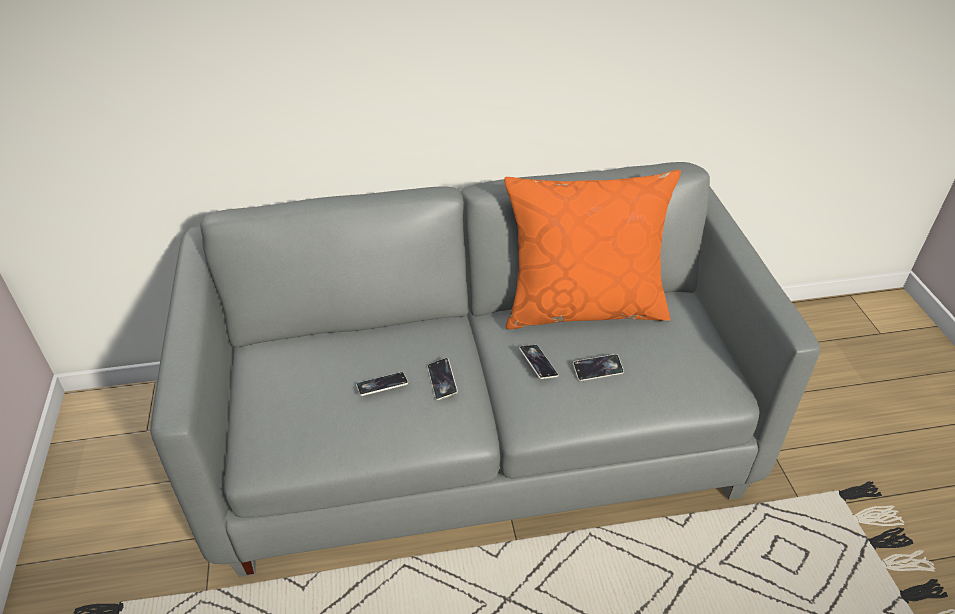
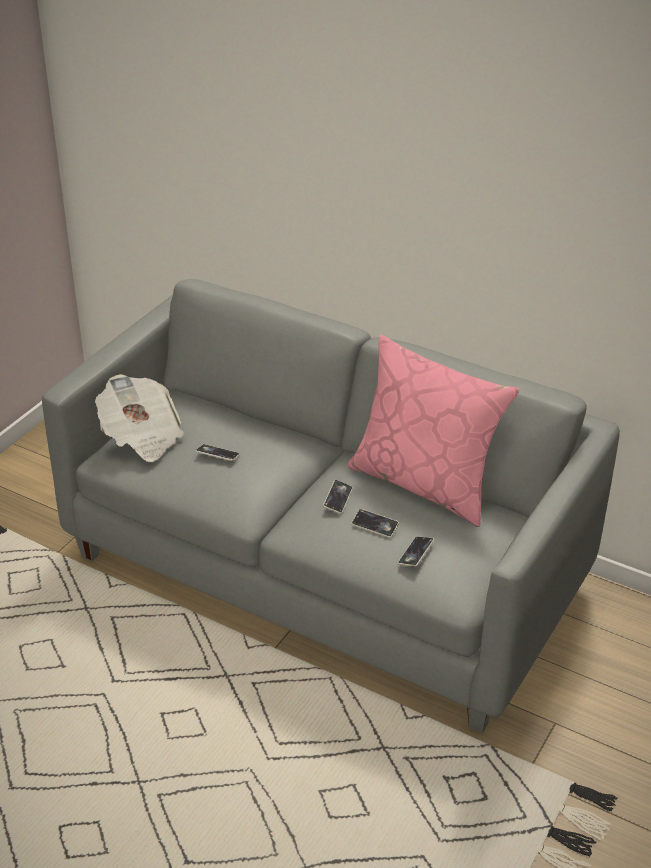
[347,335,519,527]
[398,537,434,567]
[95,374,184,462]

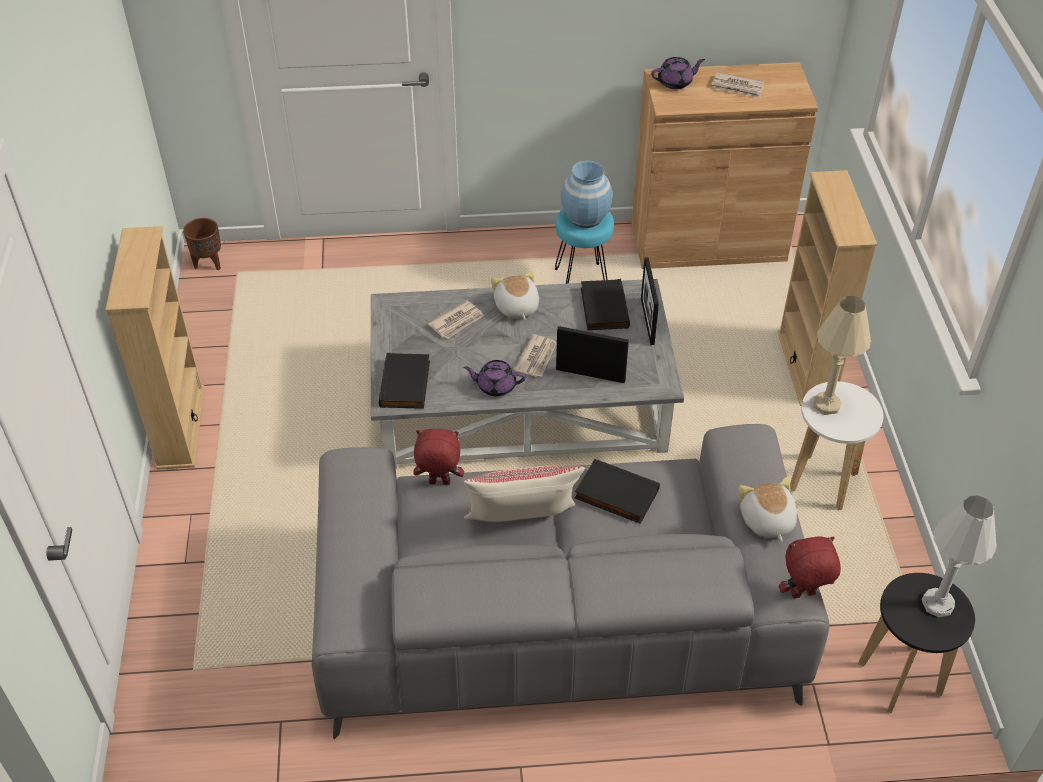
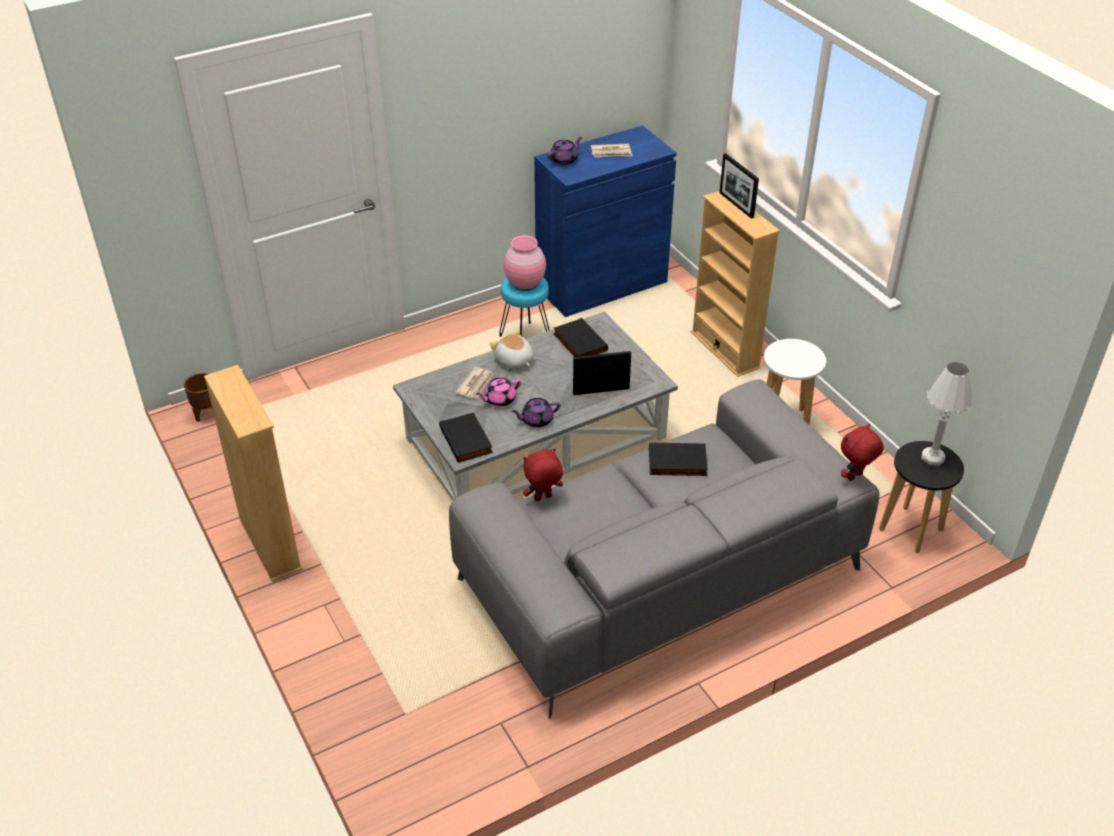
[534,125,677,317]
[503,235,546,291]
[719,153,759,219]
[813,296,871,415] (first image)
[513,334,557,377] (first image)
[464,466,585,522] (first image)
[738,477,797,542] (first image)
[477,378,521,407]

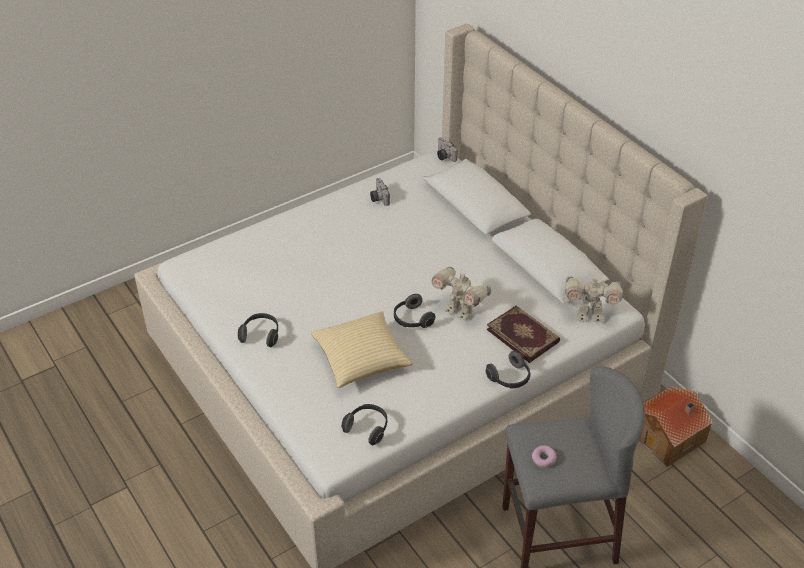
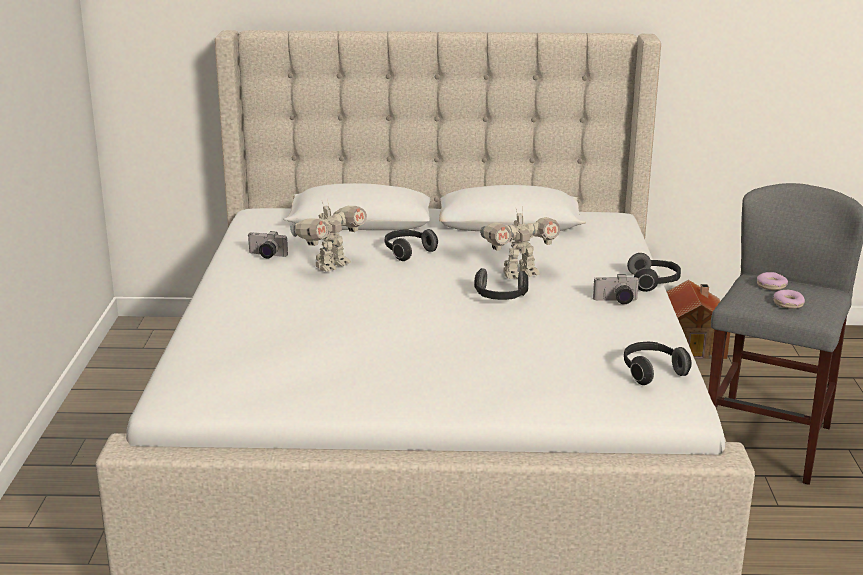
[593,274,639,304]
[290,198,367,272]
[486,305,560,363] (first image)
[311,311,413,388] (first image)
[385,229,438,261]
[757,272,788,290]

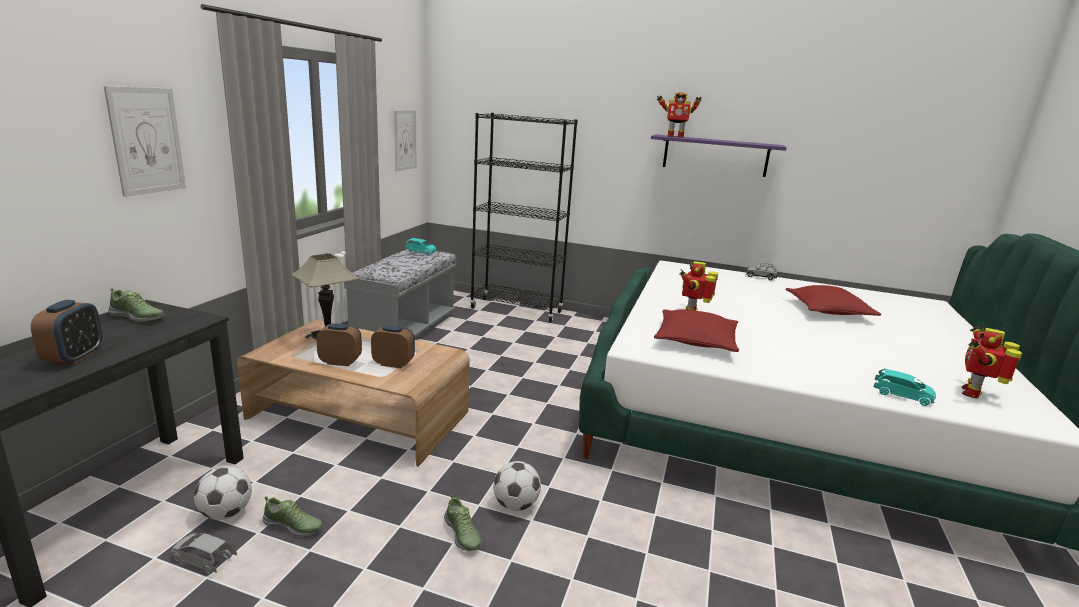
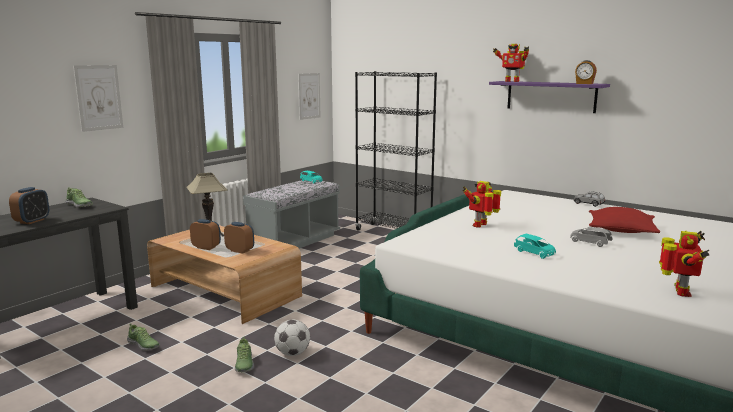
[654,309,739,352] (first image)
[659,231,709,297]
[514,234,556,259]
[194,466,252,520] (first image)
[570,227,612,247]
[575,60,597,84]

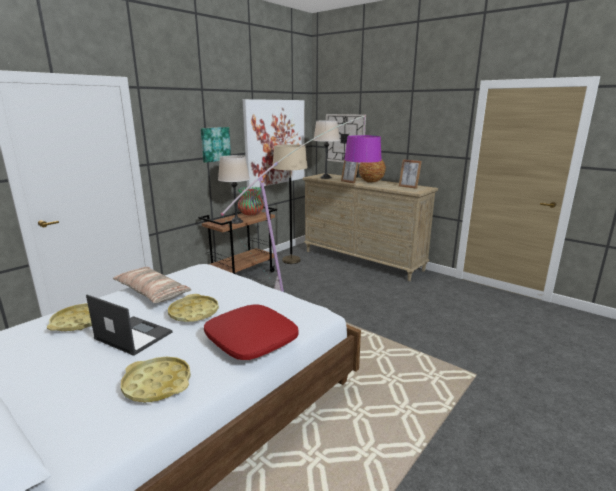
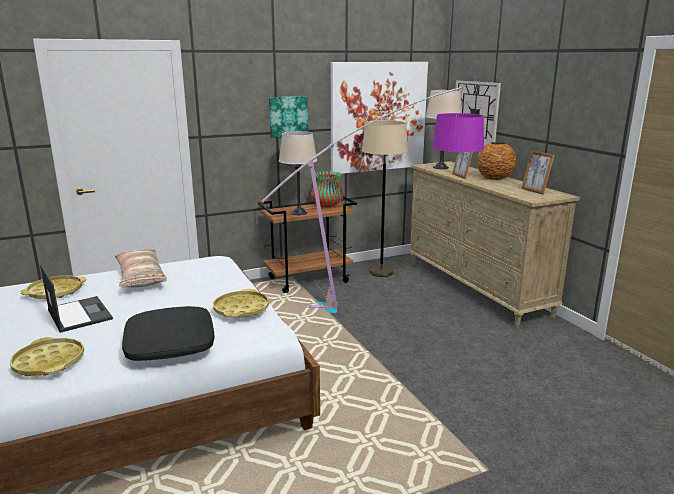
[213,289,269,318]
[122,306,215,361]

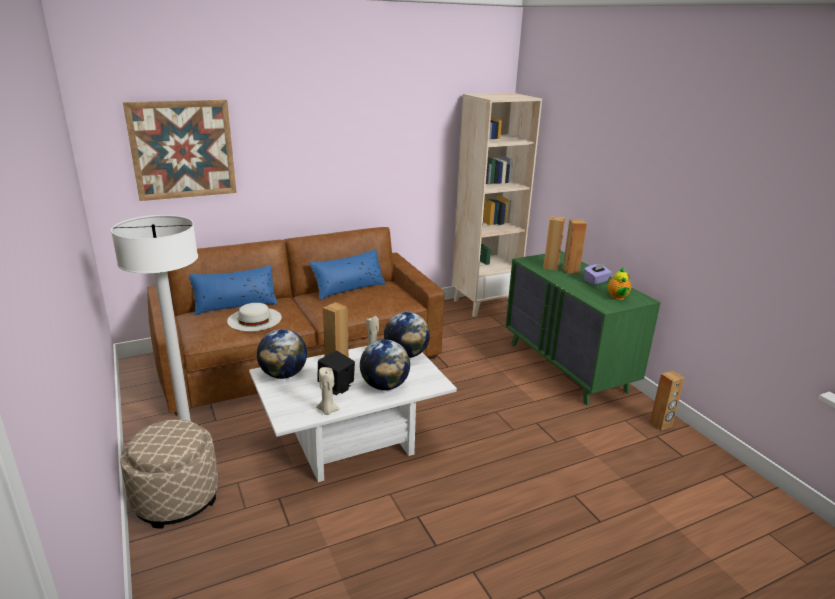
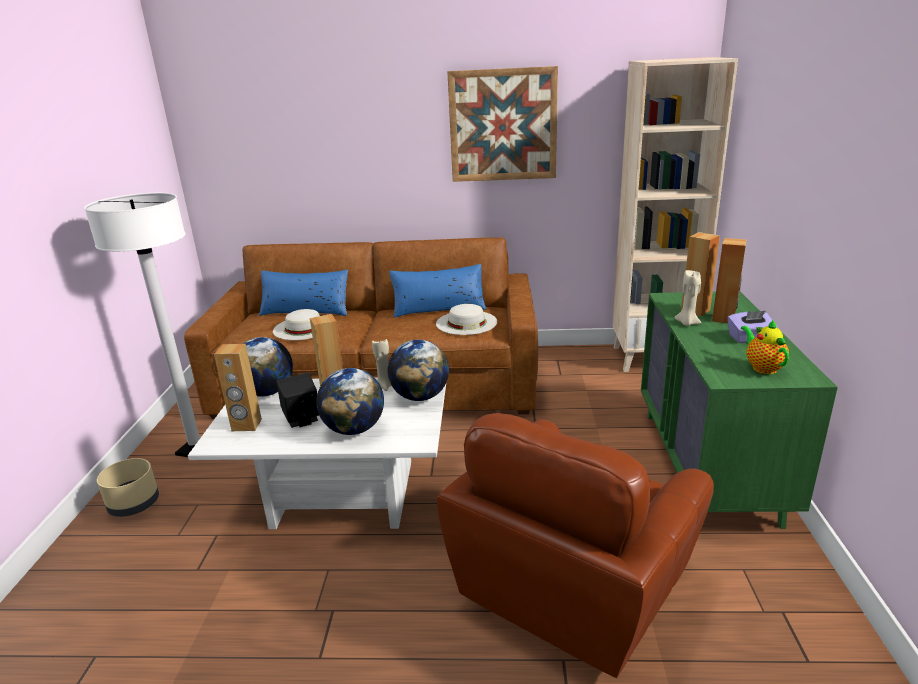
[447,66,558,182]
[741,319,789,374]
[675,270,702,326]
[214,344,262,431]
[97,458,159,517]
[436,304,497,335]
[437,413,714,678]

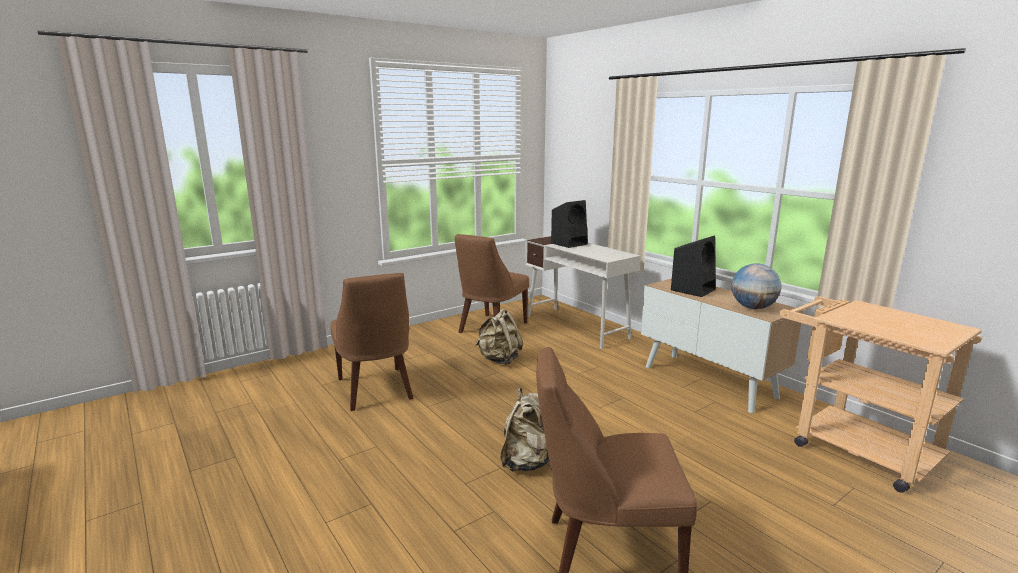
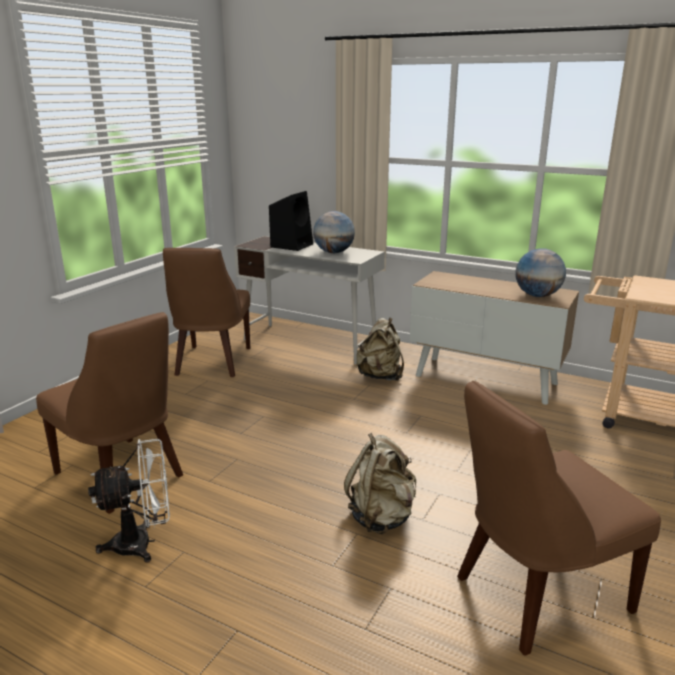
[671,235,716,297] (first image)
[356,318,404,381]
[313,211,355,253]
[88,439,170,562]

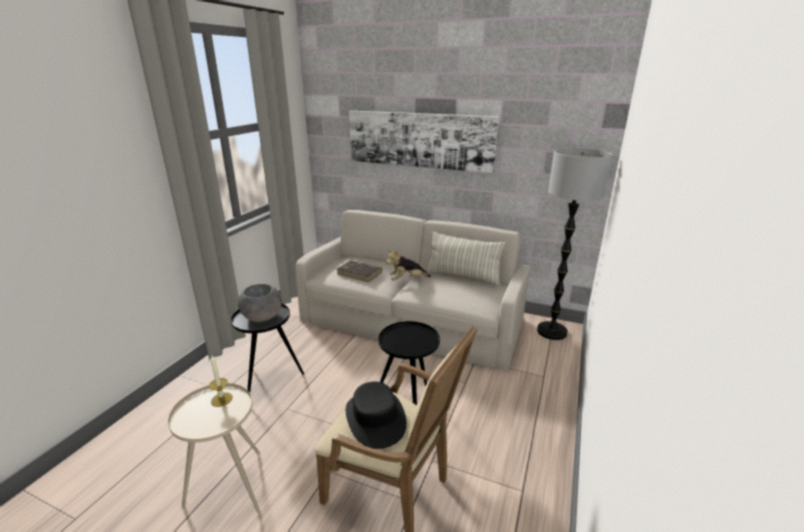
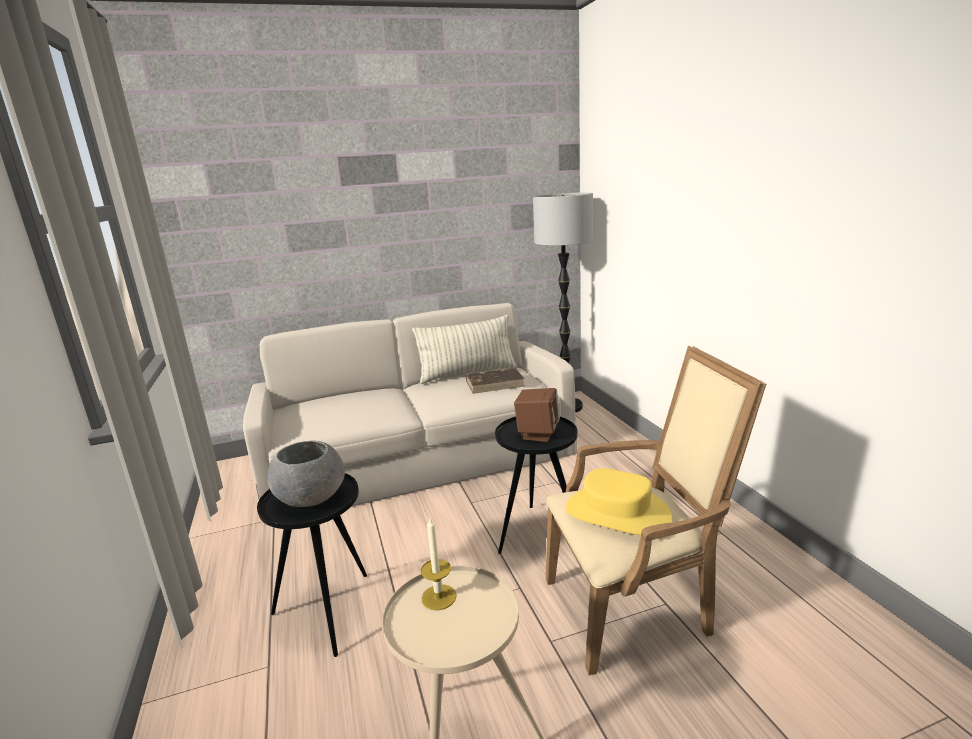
[349,111,499,173] (first image)
[386,249,431,281] (first image)
[466,368,525,394]
[566,468,673,535]
[514,388,560,442]

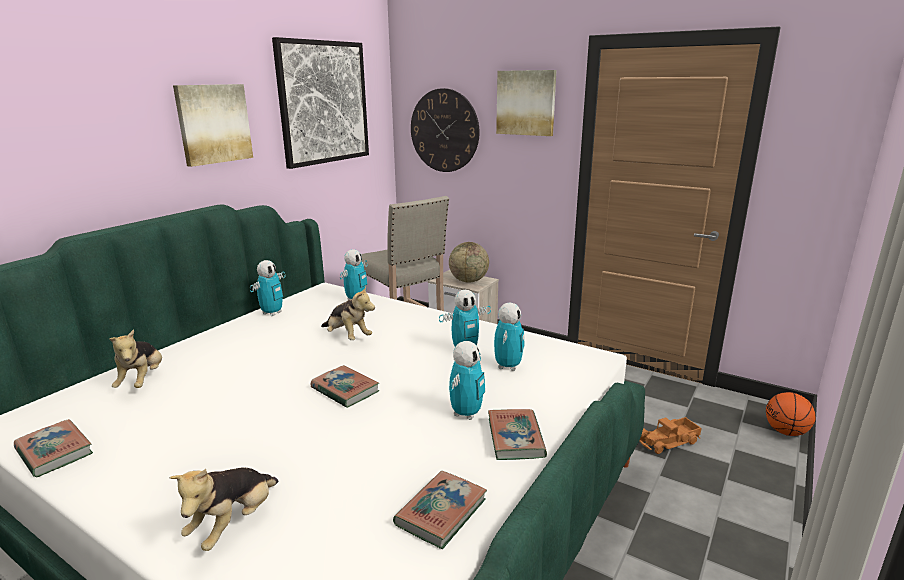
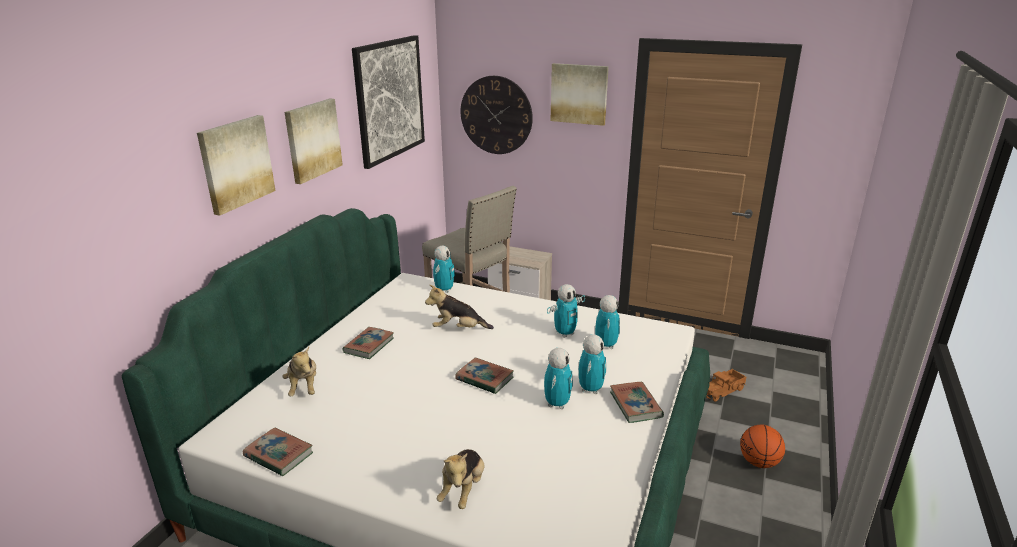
[449,242,489,283] (first image)
[544,348,573,409]
[425,285,494,329]
[740,425,785,468]
[342,327,394,359]
[197,115,276,216]

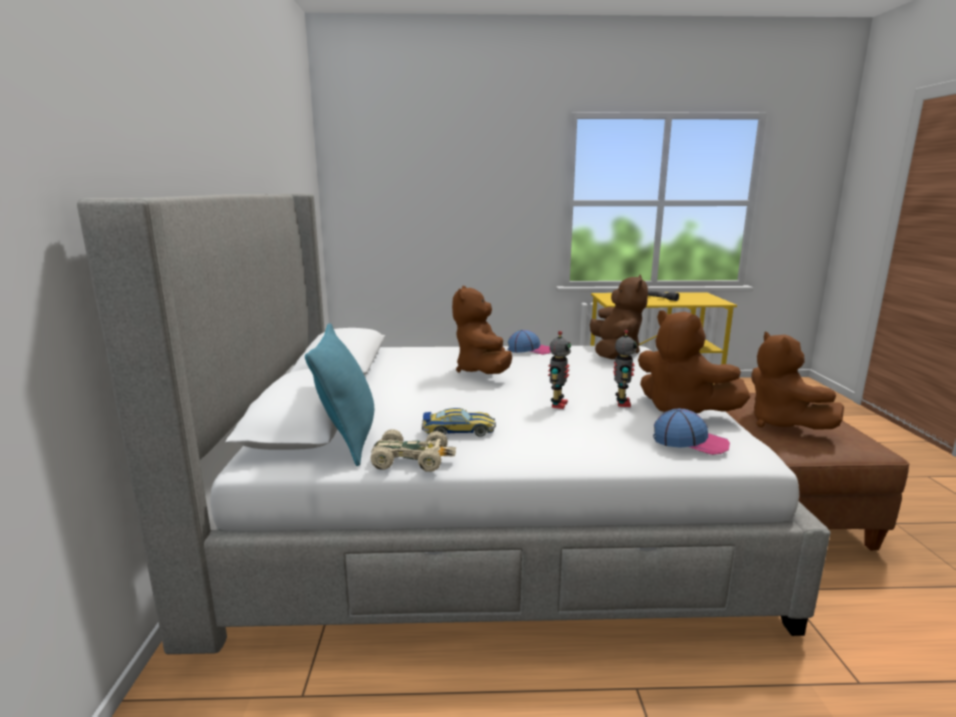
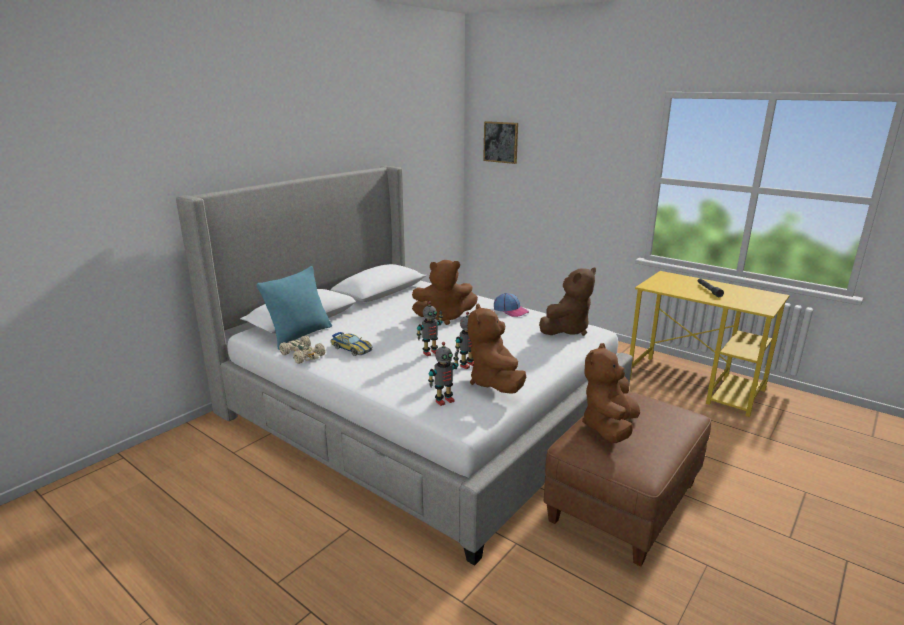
[412,260,478,325]
[428,342,459,406]
[483,121,518,164]

